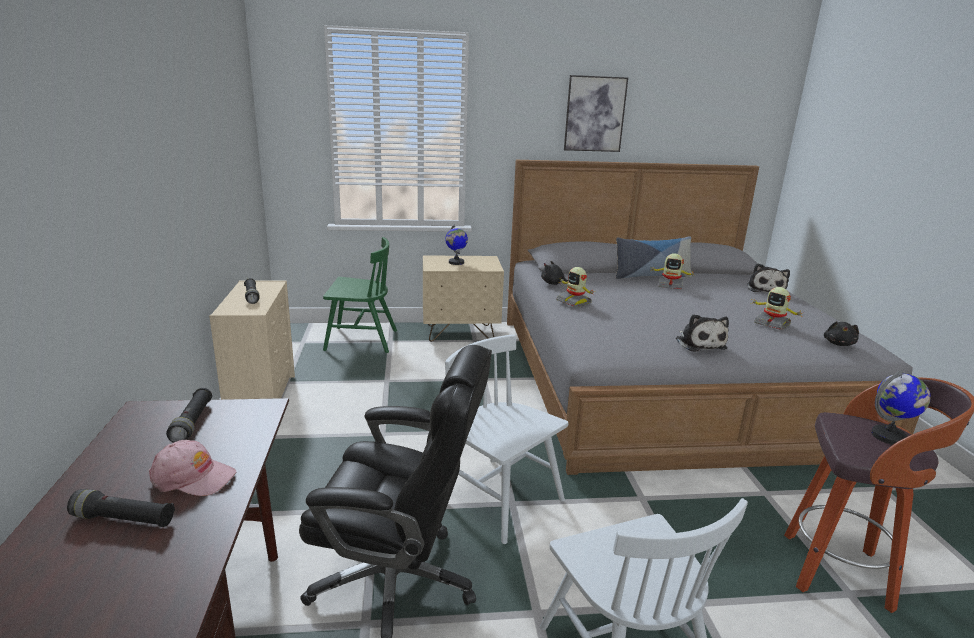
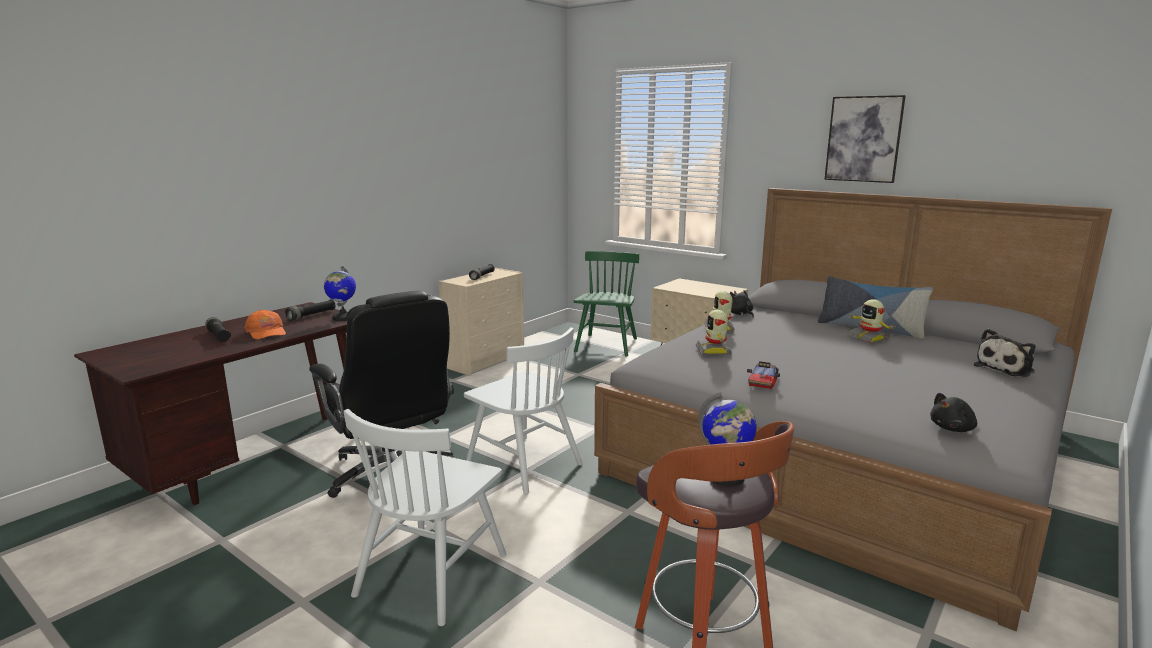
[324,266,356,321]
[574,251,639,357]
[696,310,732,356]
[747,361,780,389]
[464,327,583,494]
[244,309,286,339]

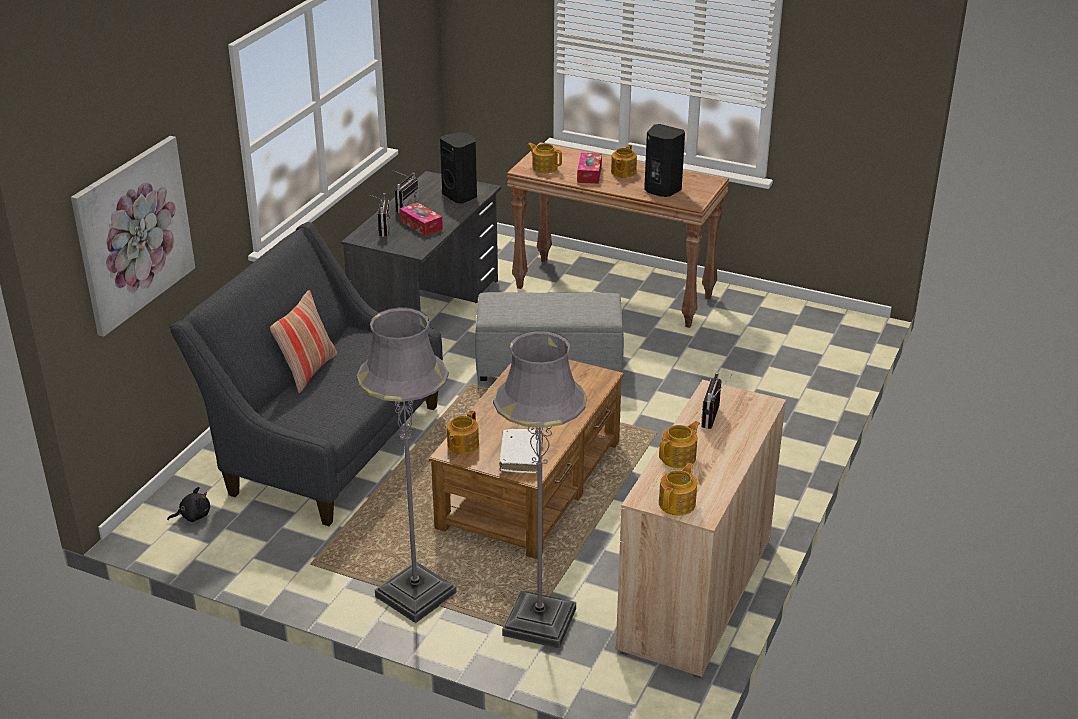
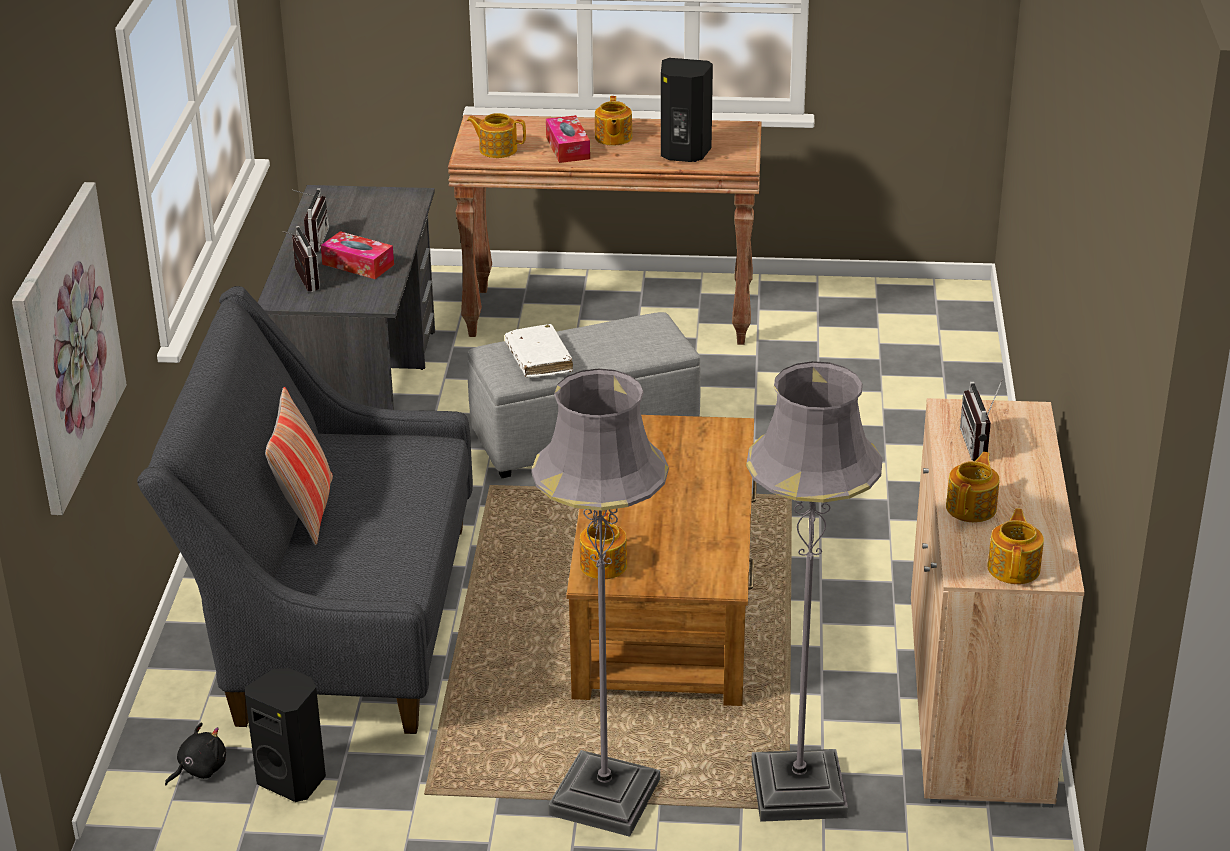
[245,668,326,802]
[505,324,573,377]

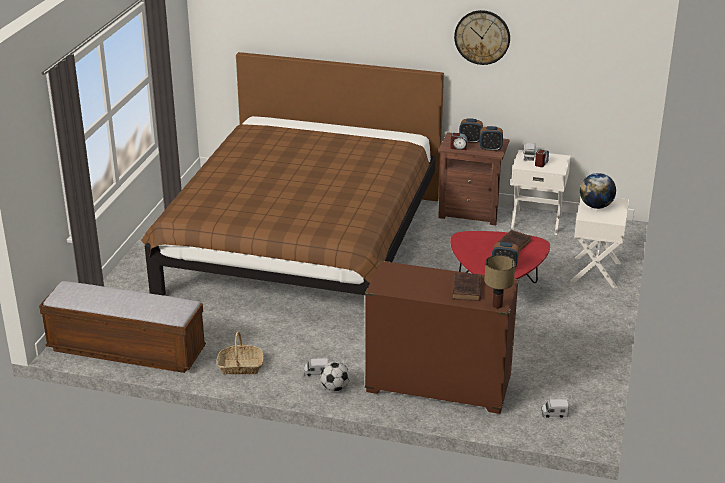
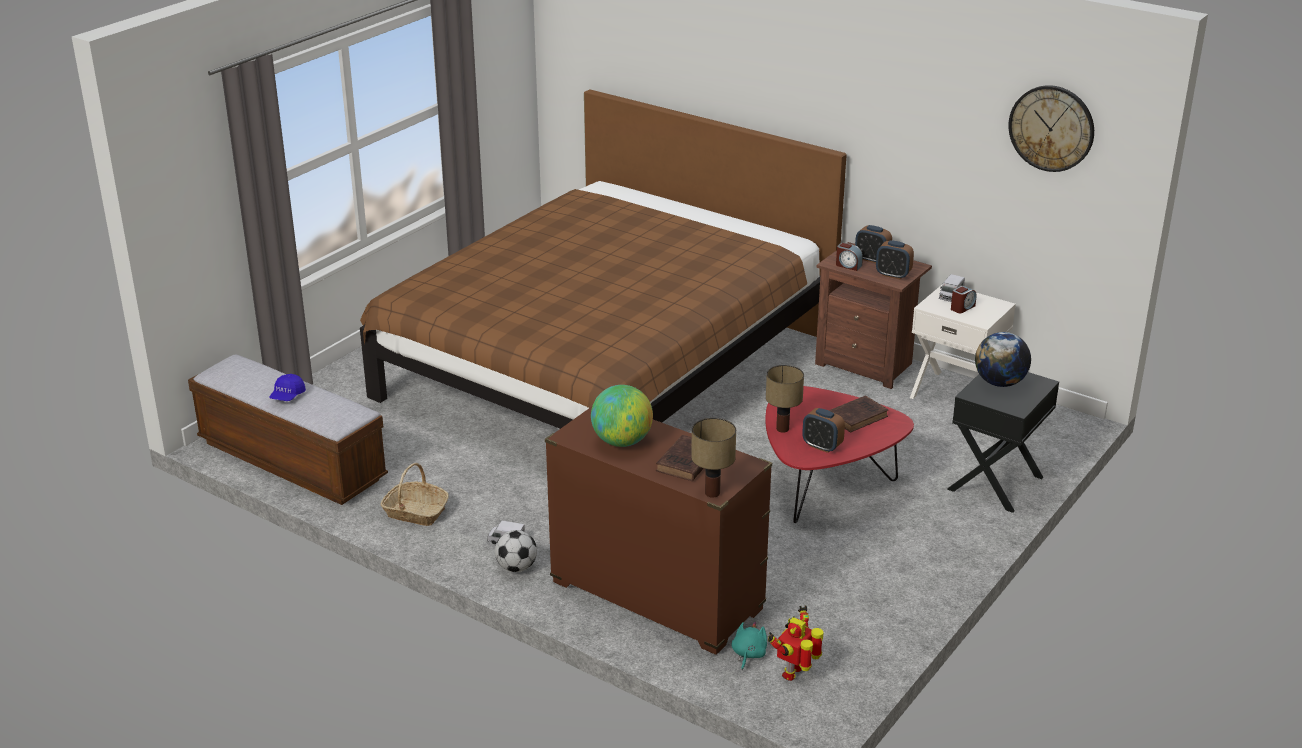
[1009,85,1094,172]
[947,372,1059,513]
[768,605,824,681]
[766,365,804,433]
[269,374,306,401]
[591,385,653,447]
[731,622,767,670]

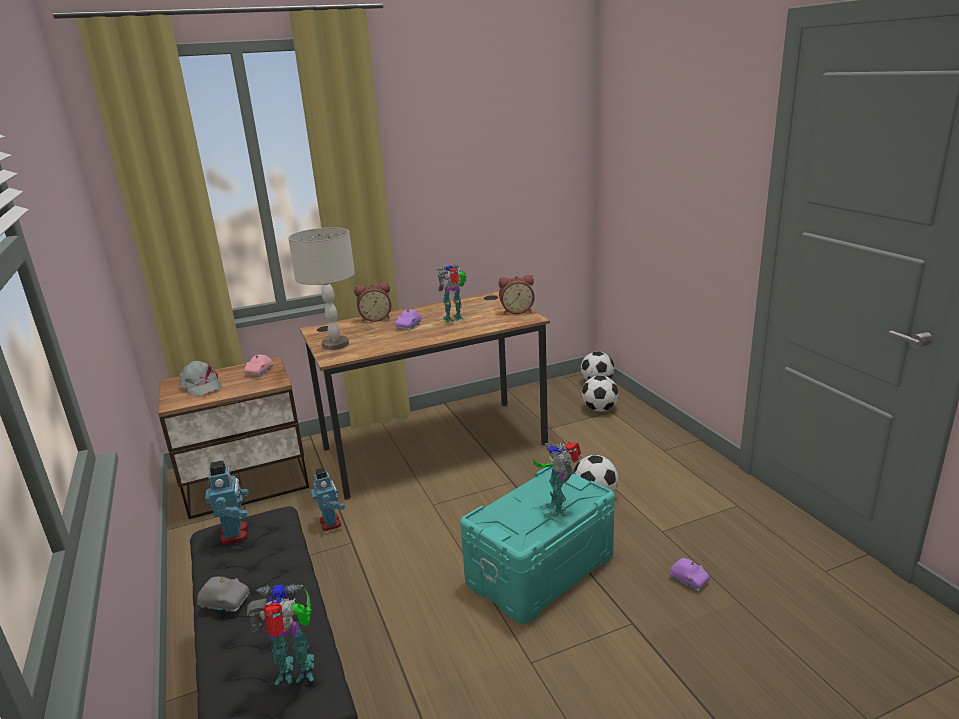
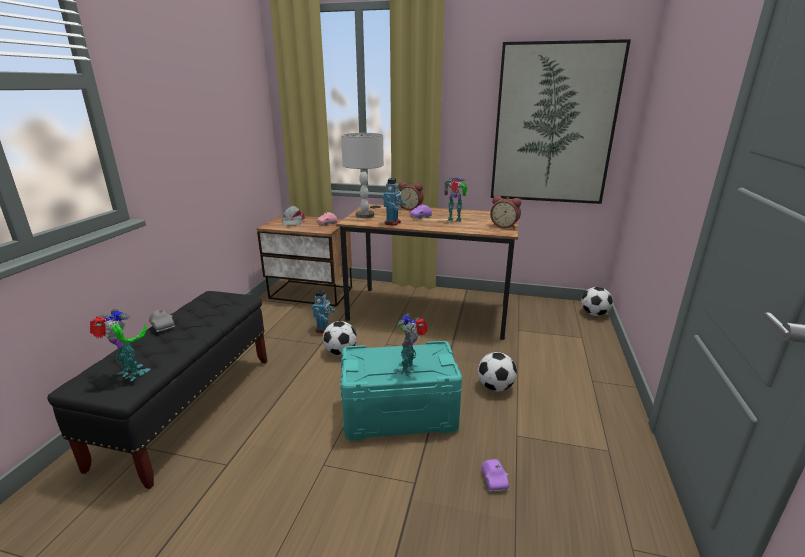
[323,321,357,355]
[382,178,406,226]
[491,39,631,204]

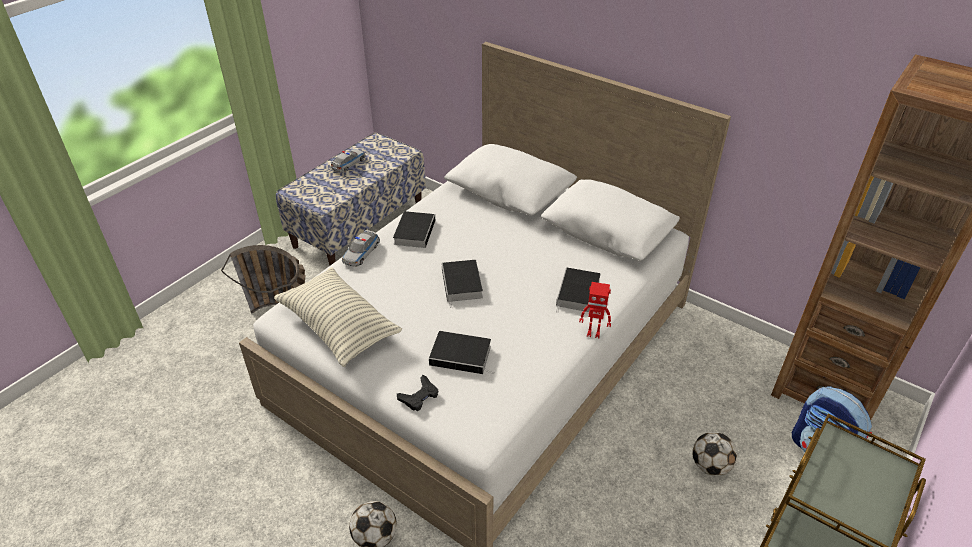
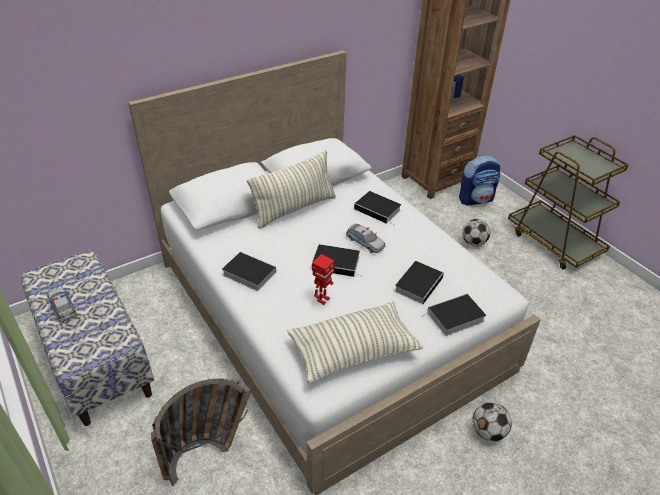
[346,223,386,253]
[312,254,335,305]
[421,294,486,336]
[247,150,336,229]

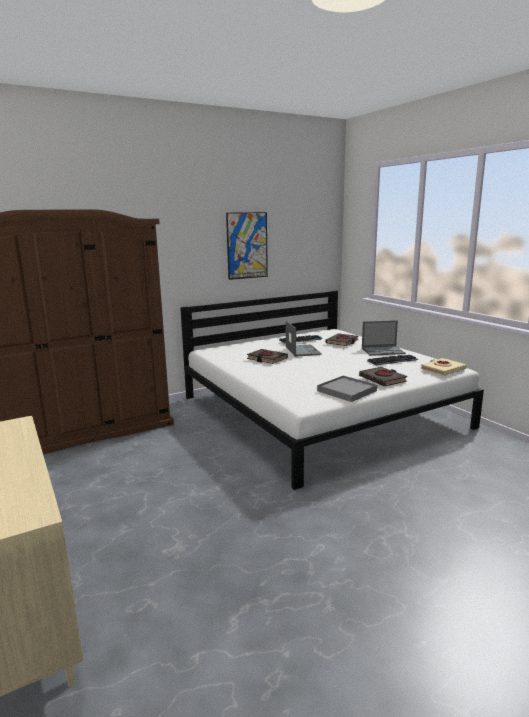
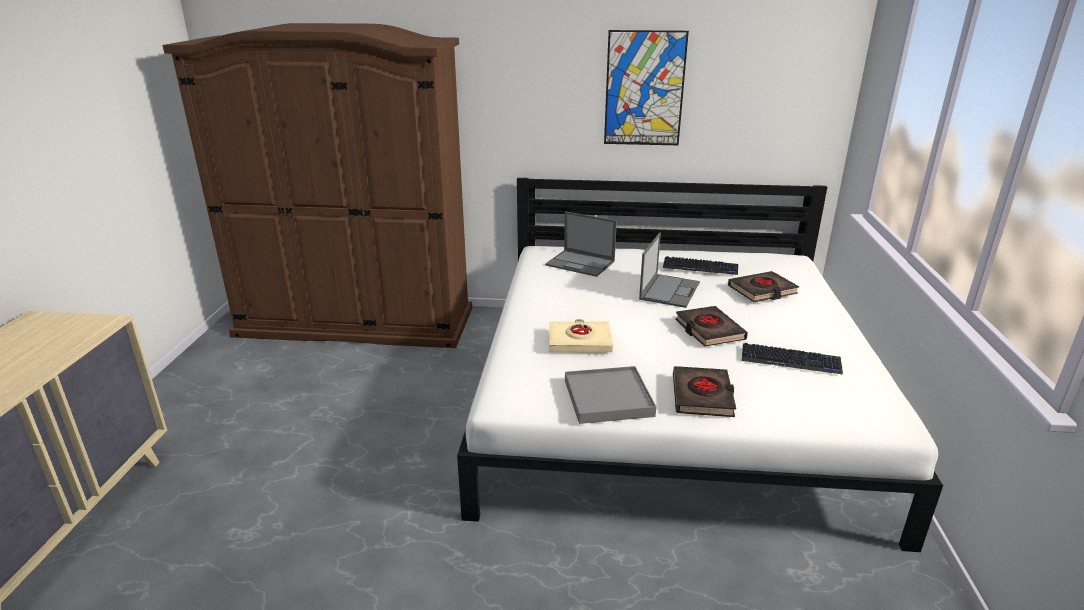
[545,211,617,277]
[675,306,748,347]
[549,319,613,352]

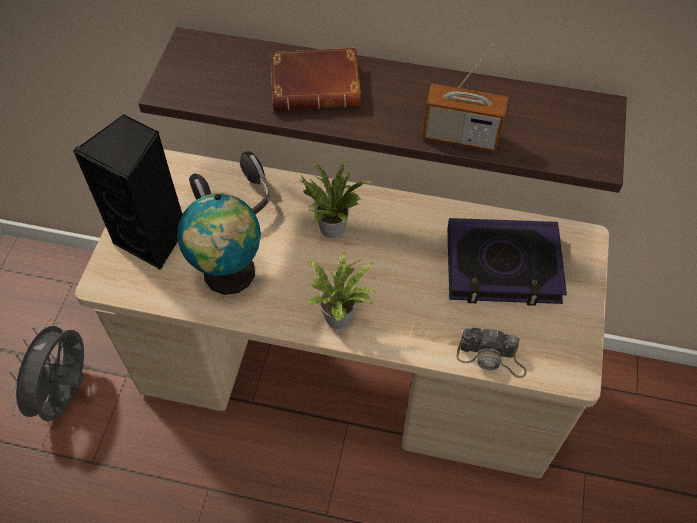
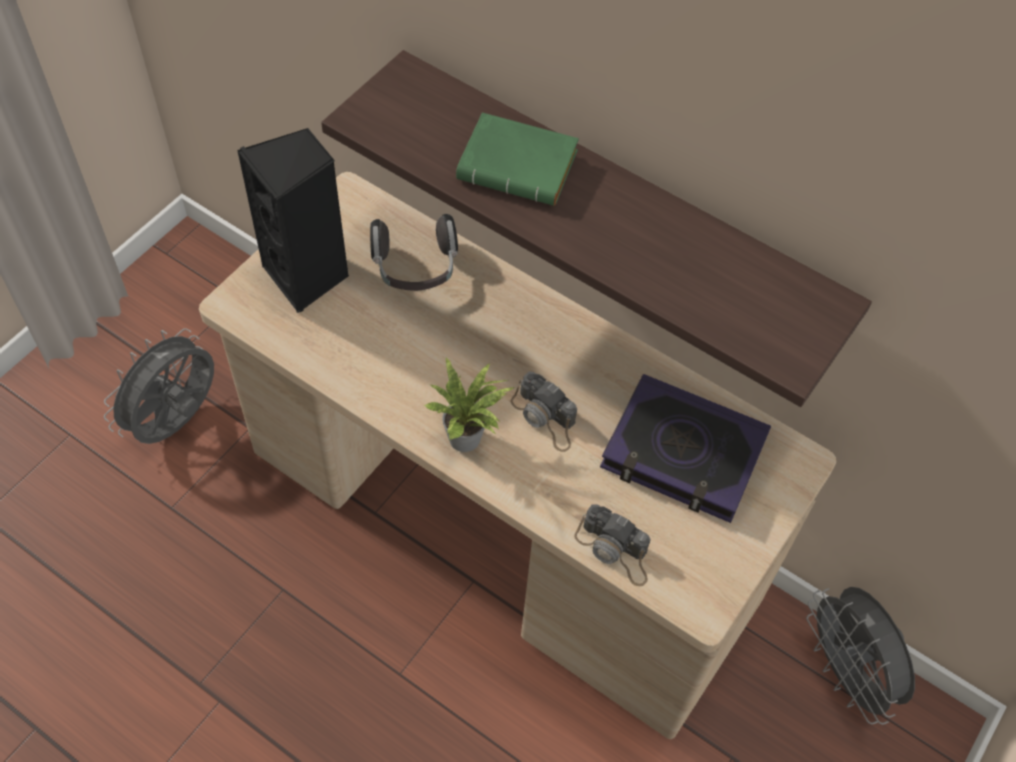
[423,44,508,151] (first image)
[456,112,579,206]
[300,158,372,238] (first image)
[177,193,261,295] (first image)
[511,372,577,452]
[806,587,915,725]

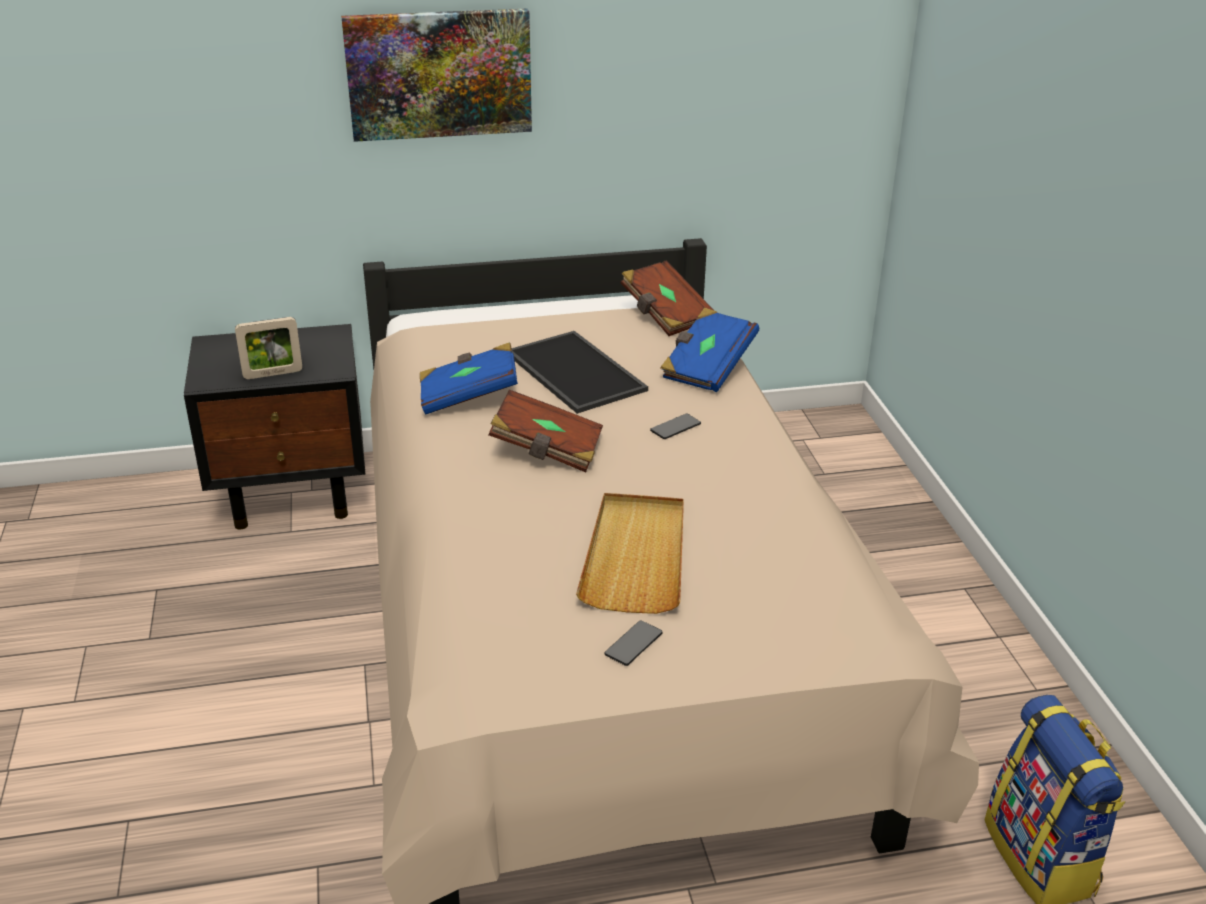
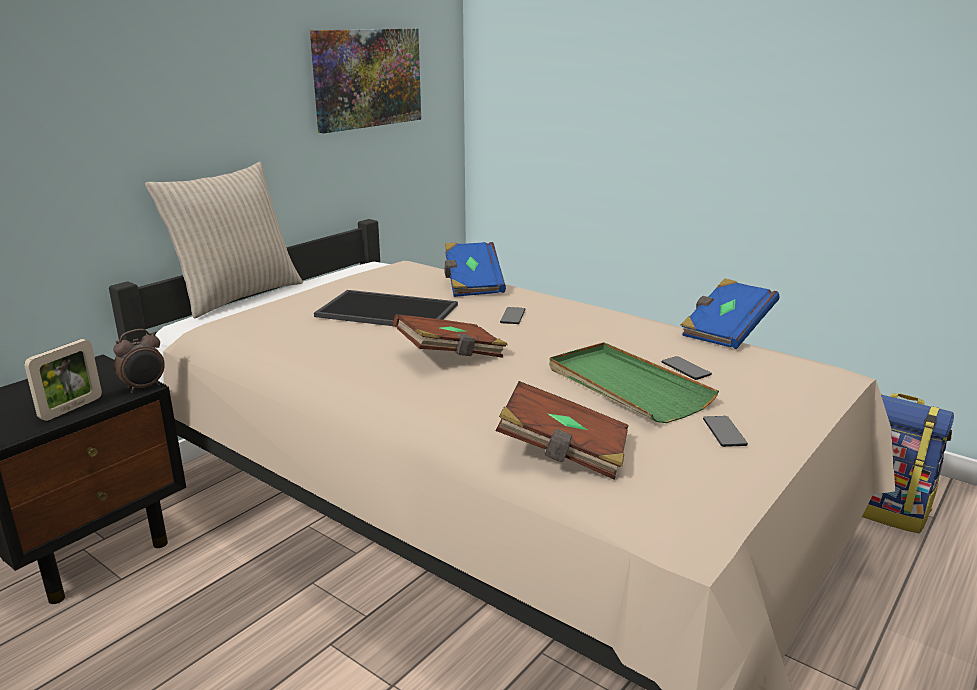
[310,28,421,133]
[496,381,629,479]
[681,278,779,349]
[549,342,719,423]
[145,162,303,318]
[113,329,165,393]
[662,356,712,380]

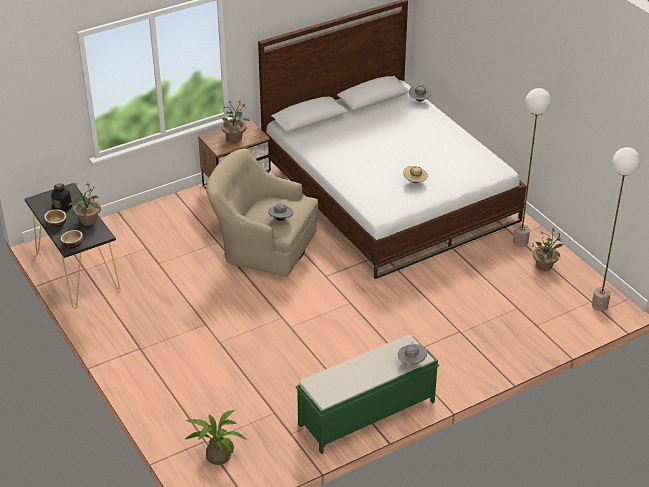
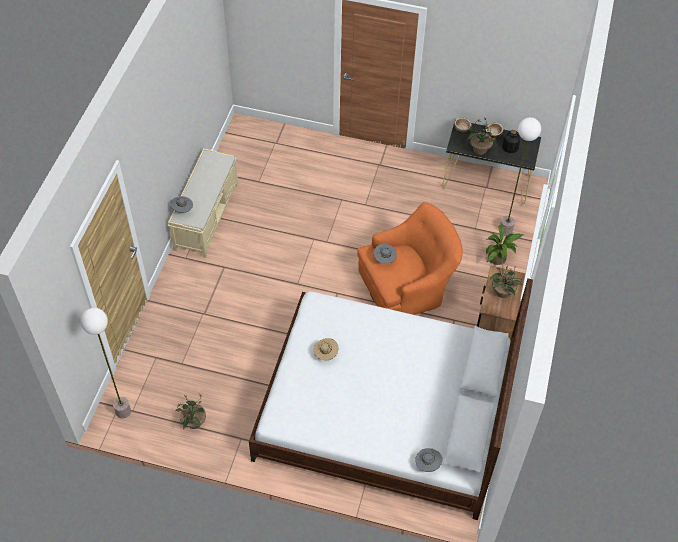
[500,117,541,235]
[357,202,463,315]
[168,148,238,258]
[486,225,523,265]

